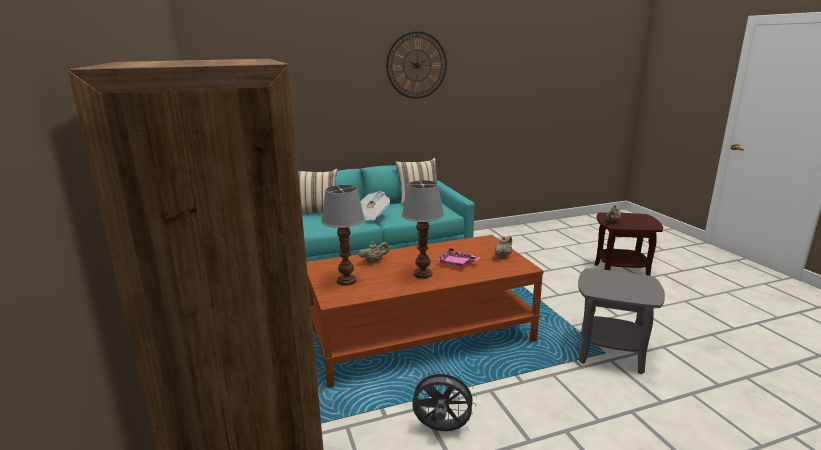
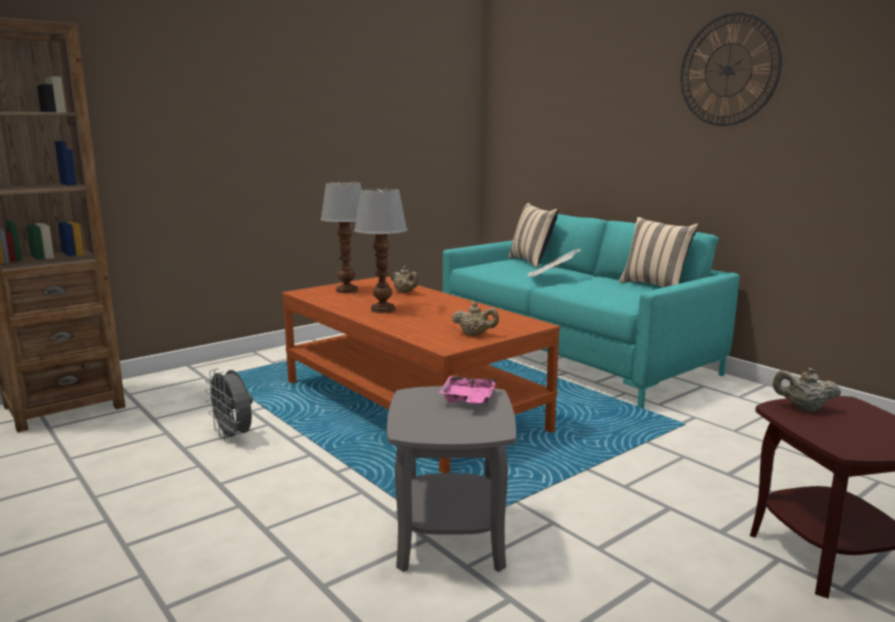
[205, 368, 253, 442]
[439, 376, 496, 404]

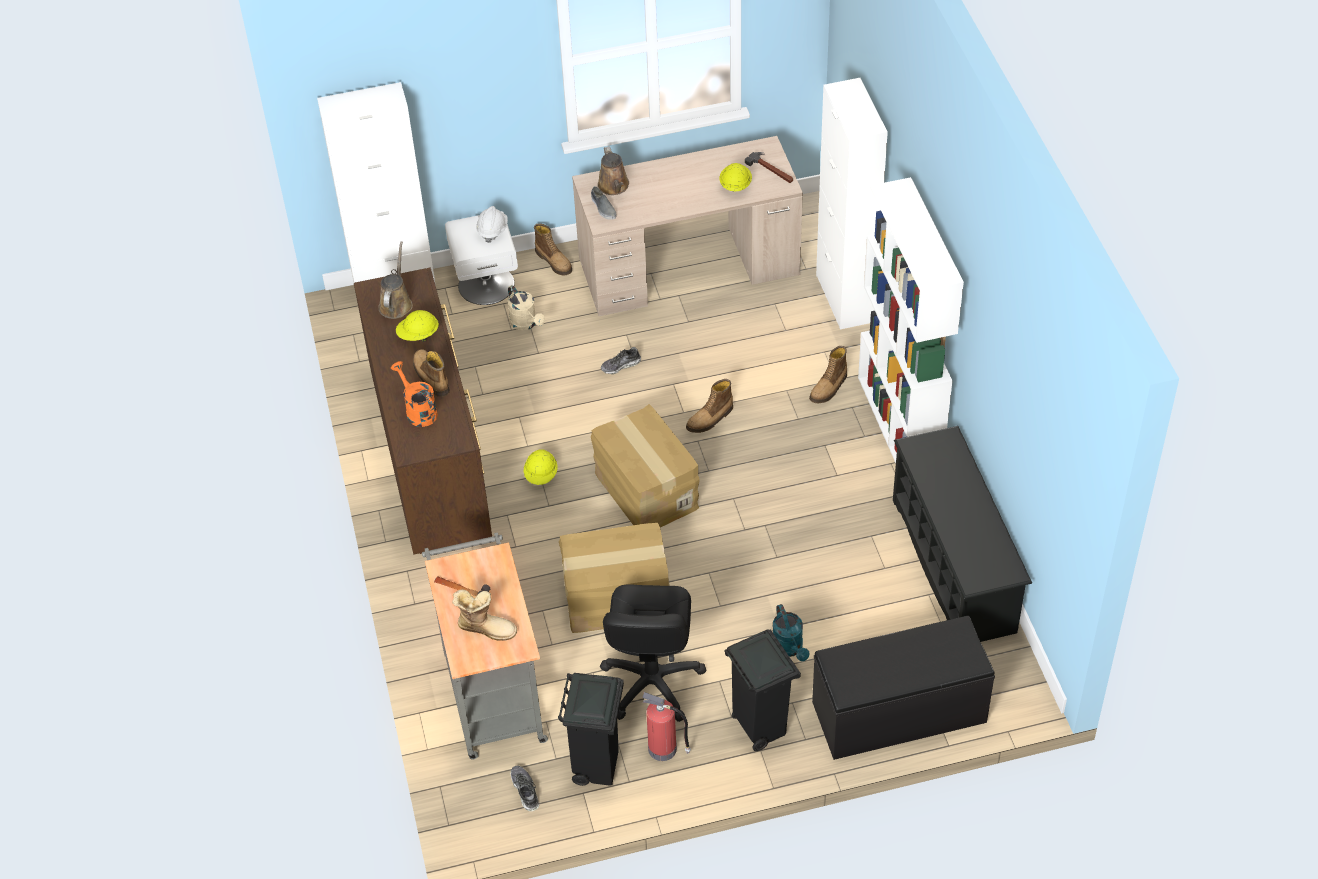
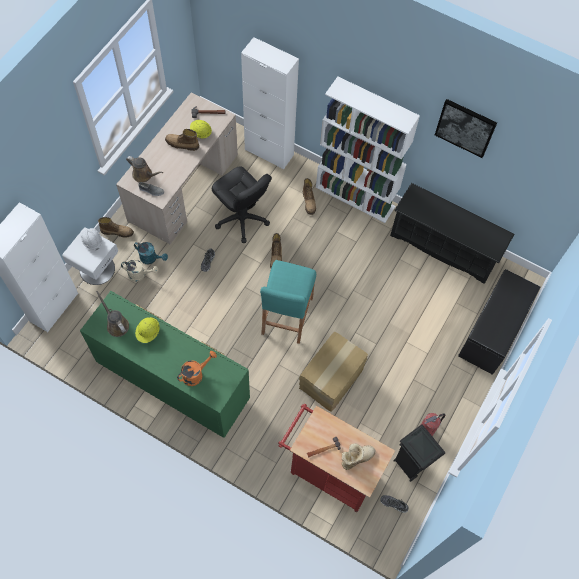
[80, 291, 250, 438]
[177, 351, 217, 386]
[165, 129, 199, 151]
[278, 404, 395, 512]
[524, 449, 558, 485] (first image)
[260, 260, 316, 344]
[212, 166, 272, 243]
[724, 629, 801, 751] (first image)
[134, 242, 168, 264]
[435, 99, 497, 158]

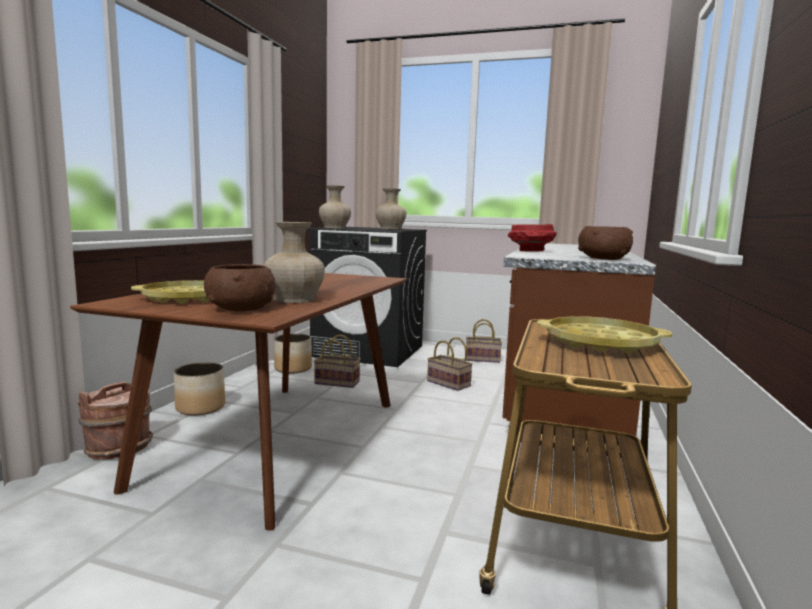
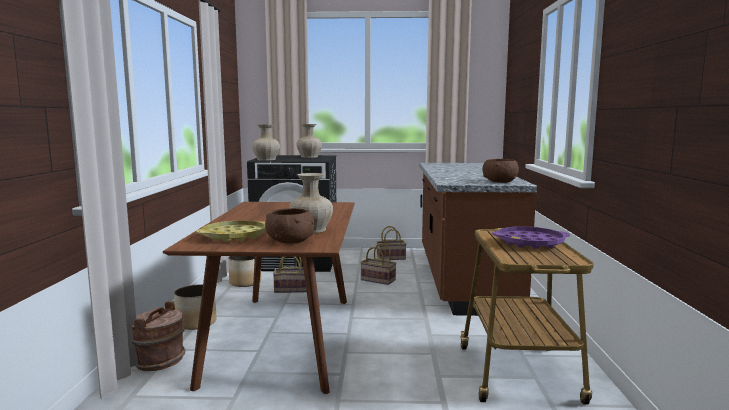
[508, 224, 557, 251] (first image)
[492, 227, 570, 249]

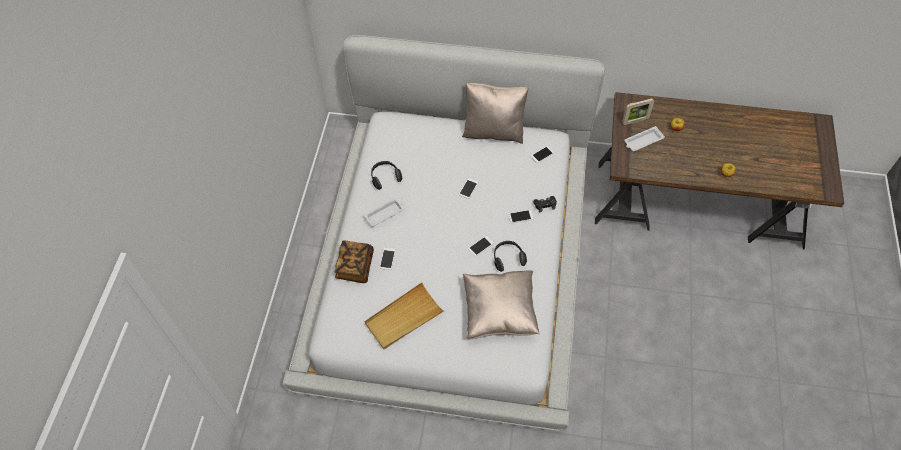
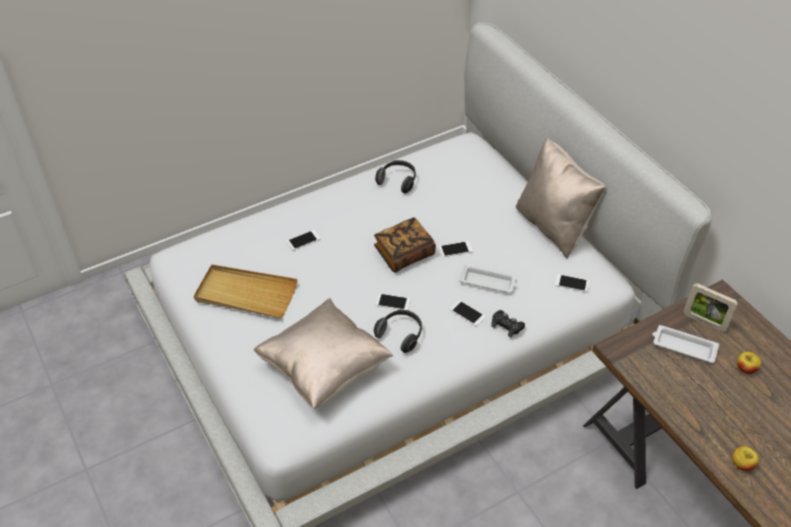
[374, 217, 436, 273]
[459, 264, 517, 293]

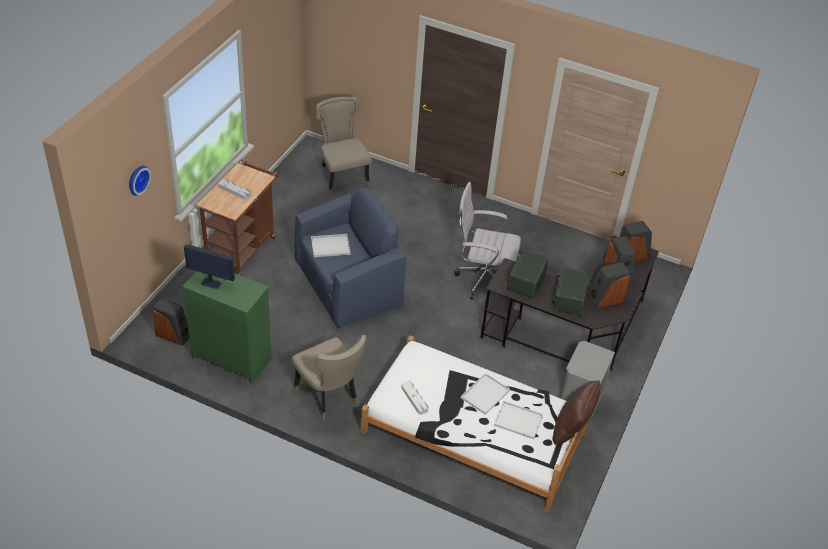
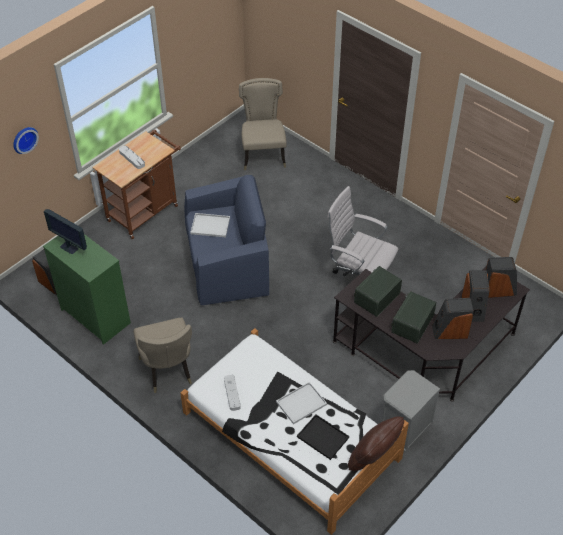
[297, 414, 349, 460]

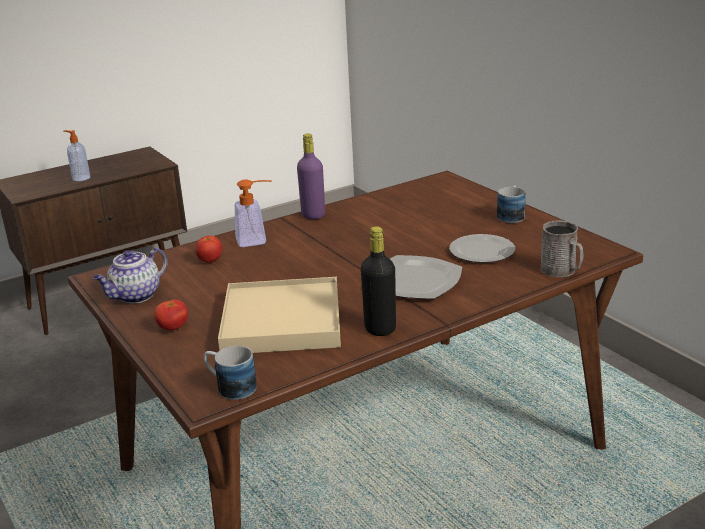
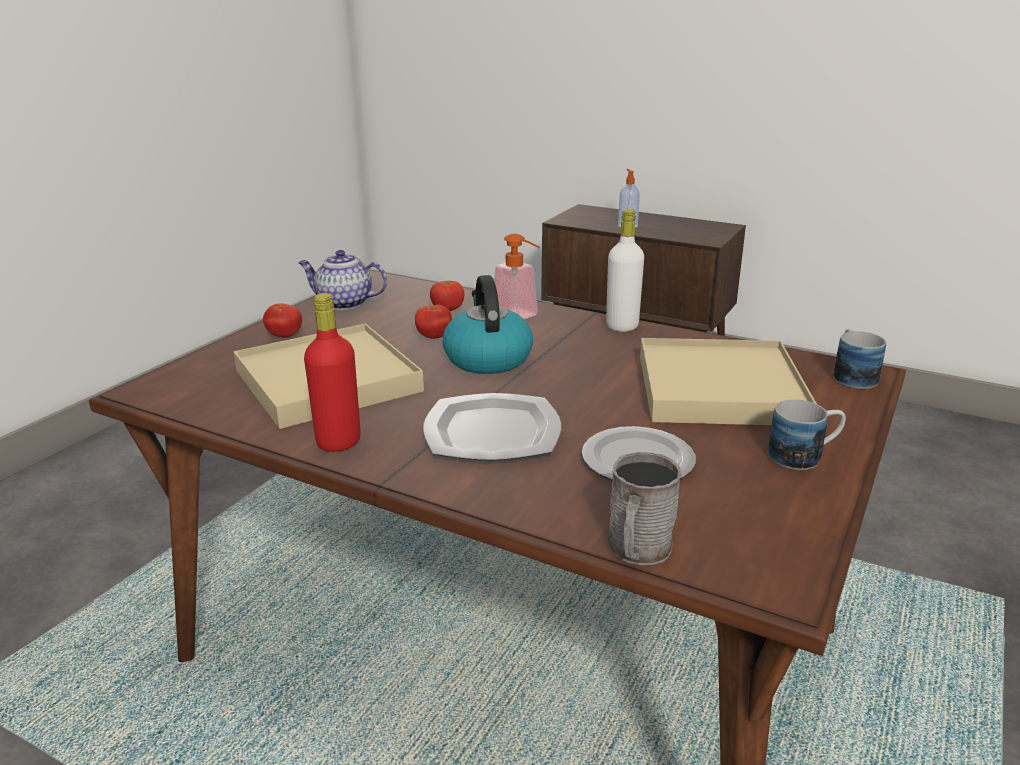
[833, 329, 886, 389]
[606, 209, 644, 332]
[304, 293, 361, 452]
[415, 305, 452, 339]
[443, 275, 533, 374]
[640, 338, 817, 425]

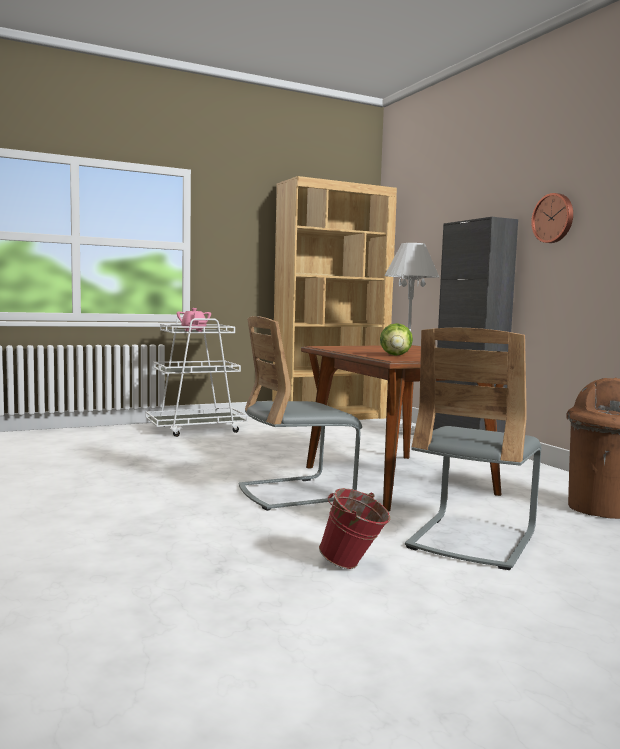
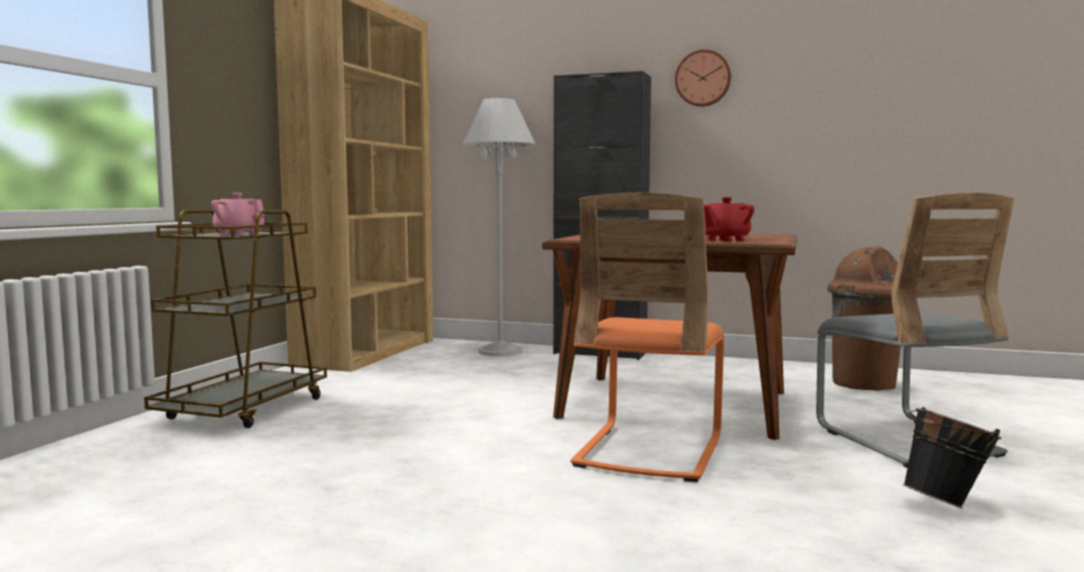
[144, 209, 327, 428]
[571, 193, 724, 482]
[903, 407, 1002, 509]
[704, 197, 754, 242]

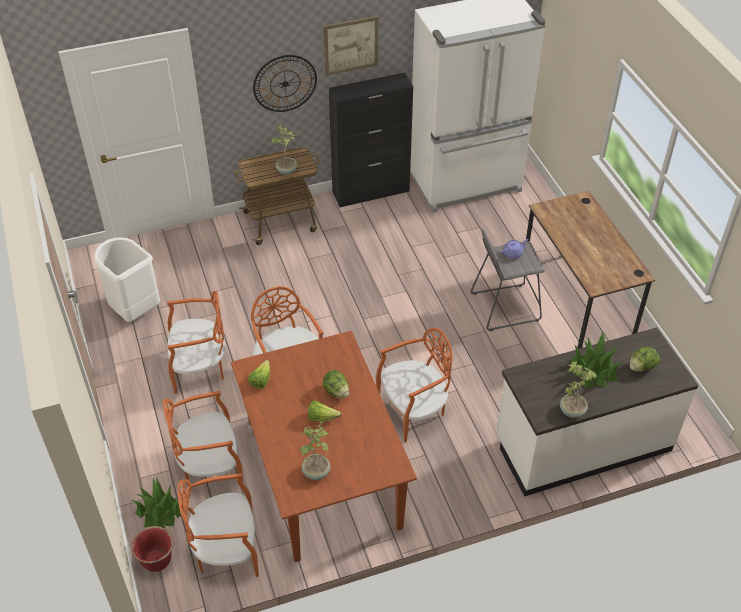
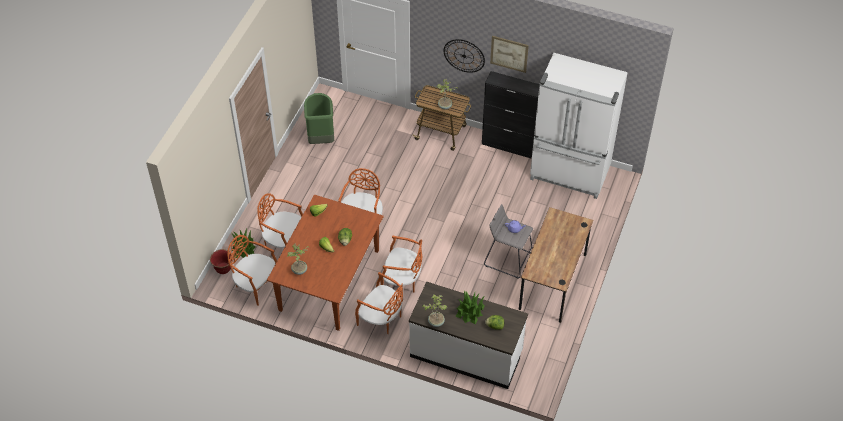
[304, 93, 334, 144]
[355, 272, 403, 334]

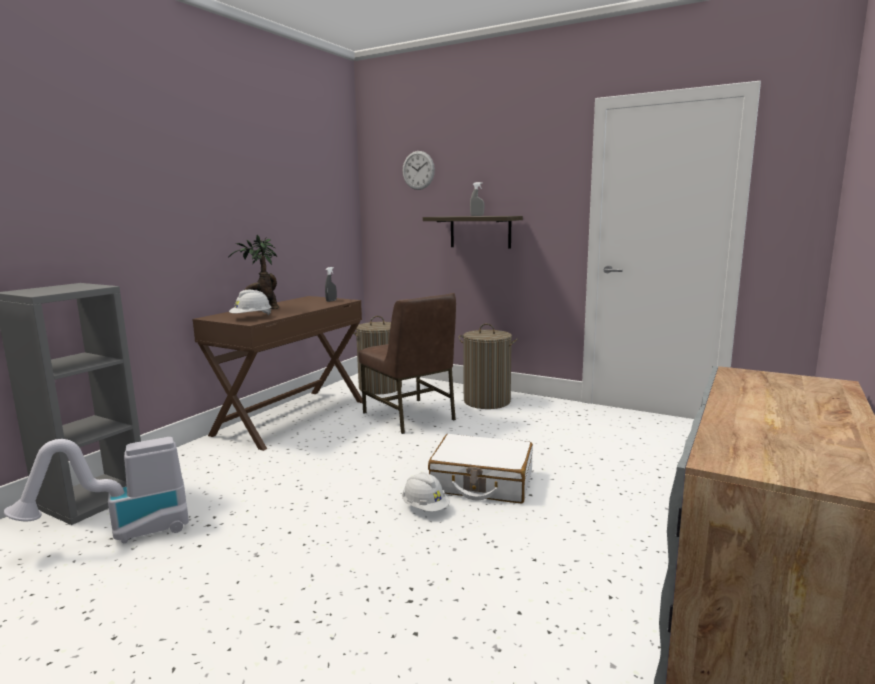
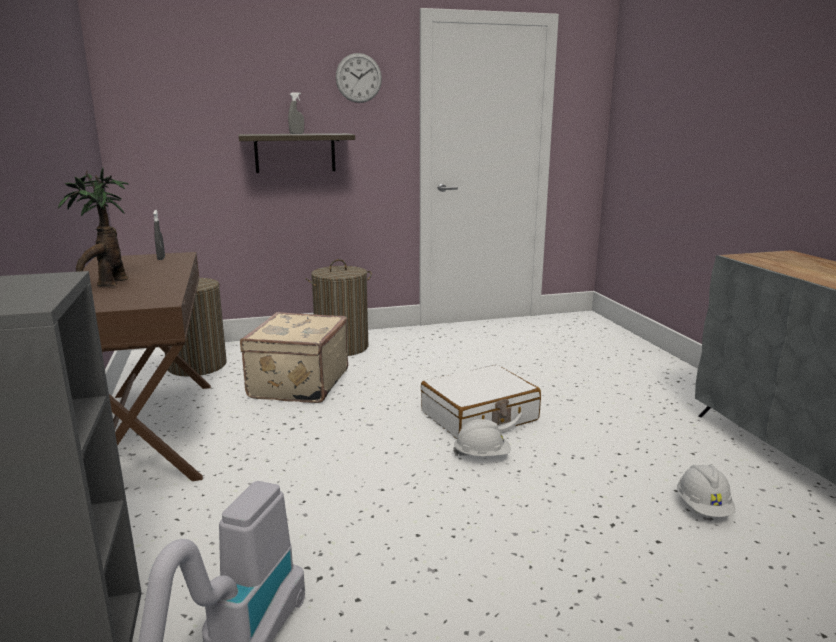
[677, 465, 735, 517]
[240, 312, 348, 403]
[336, 53, 382, 103]

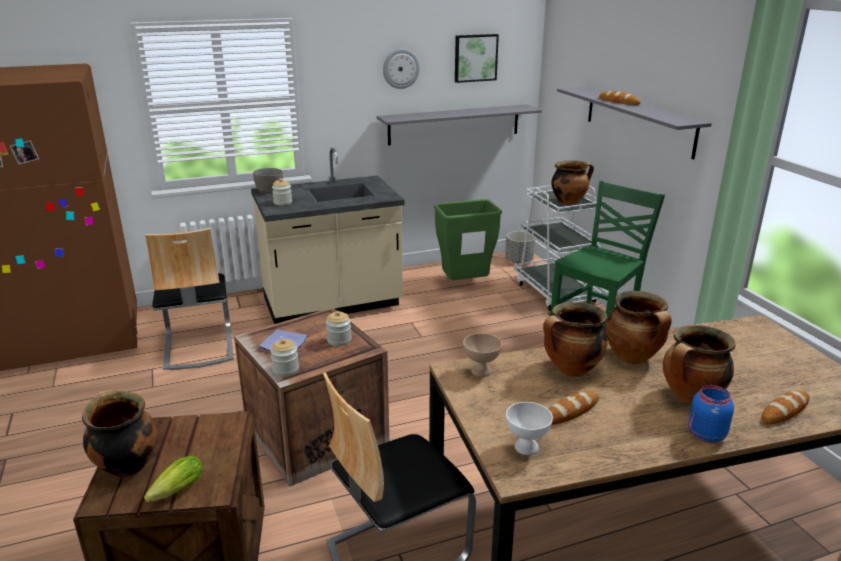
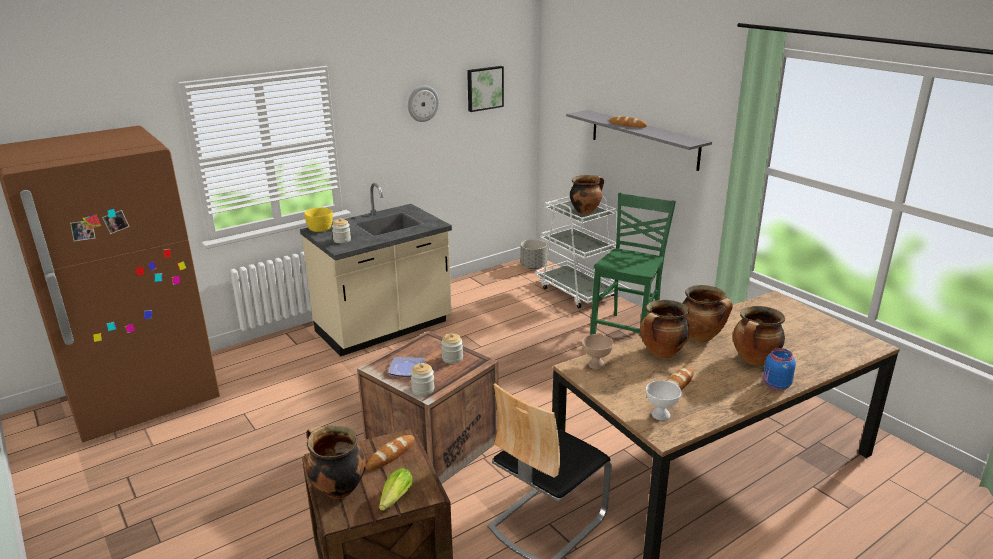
[145, 228, 234, 370] (first image)
[304, 208, 333, 232]
[377, 104, 542, 145] (first image)
[434, 199, 502, 280] (first image)
[366, 435, 414, 470]

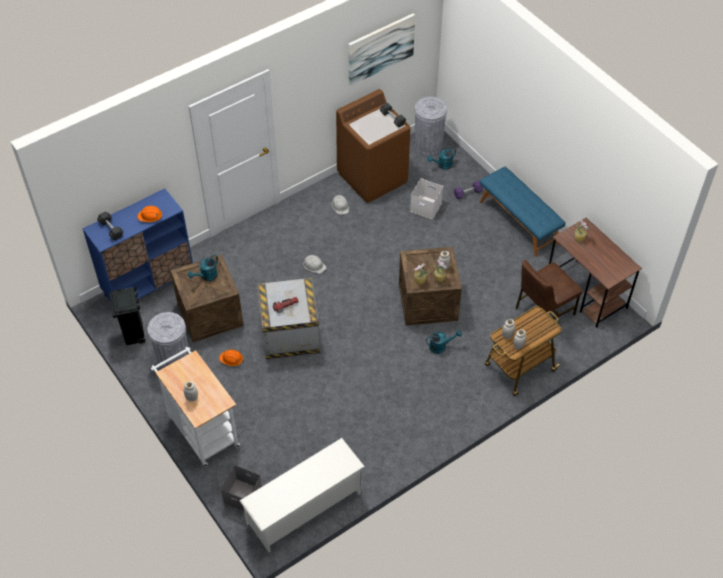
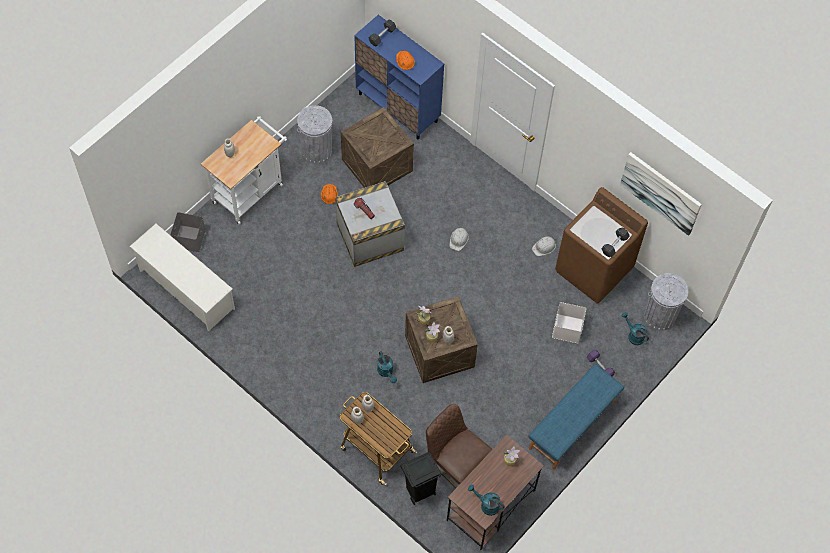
[401, 452, 441, 505]
[468, 484, 505, 516]

